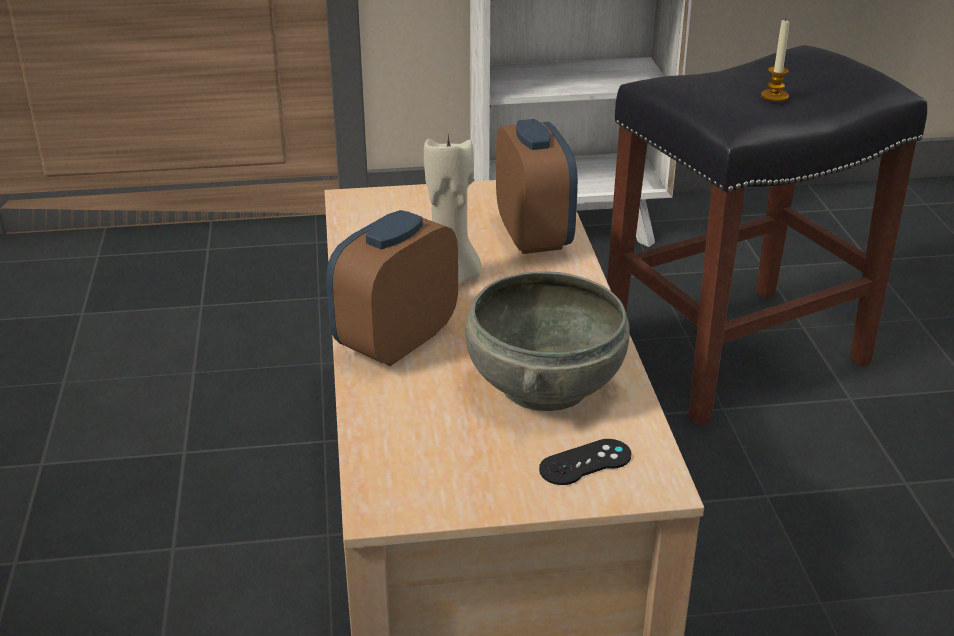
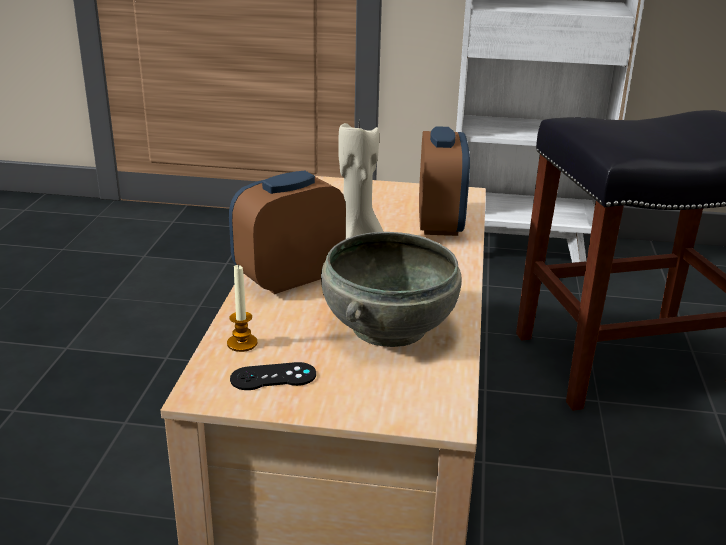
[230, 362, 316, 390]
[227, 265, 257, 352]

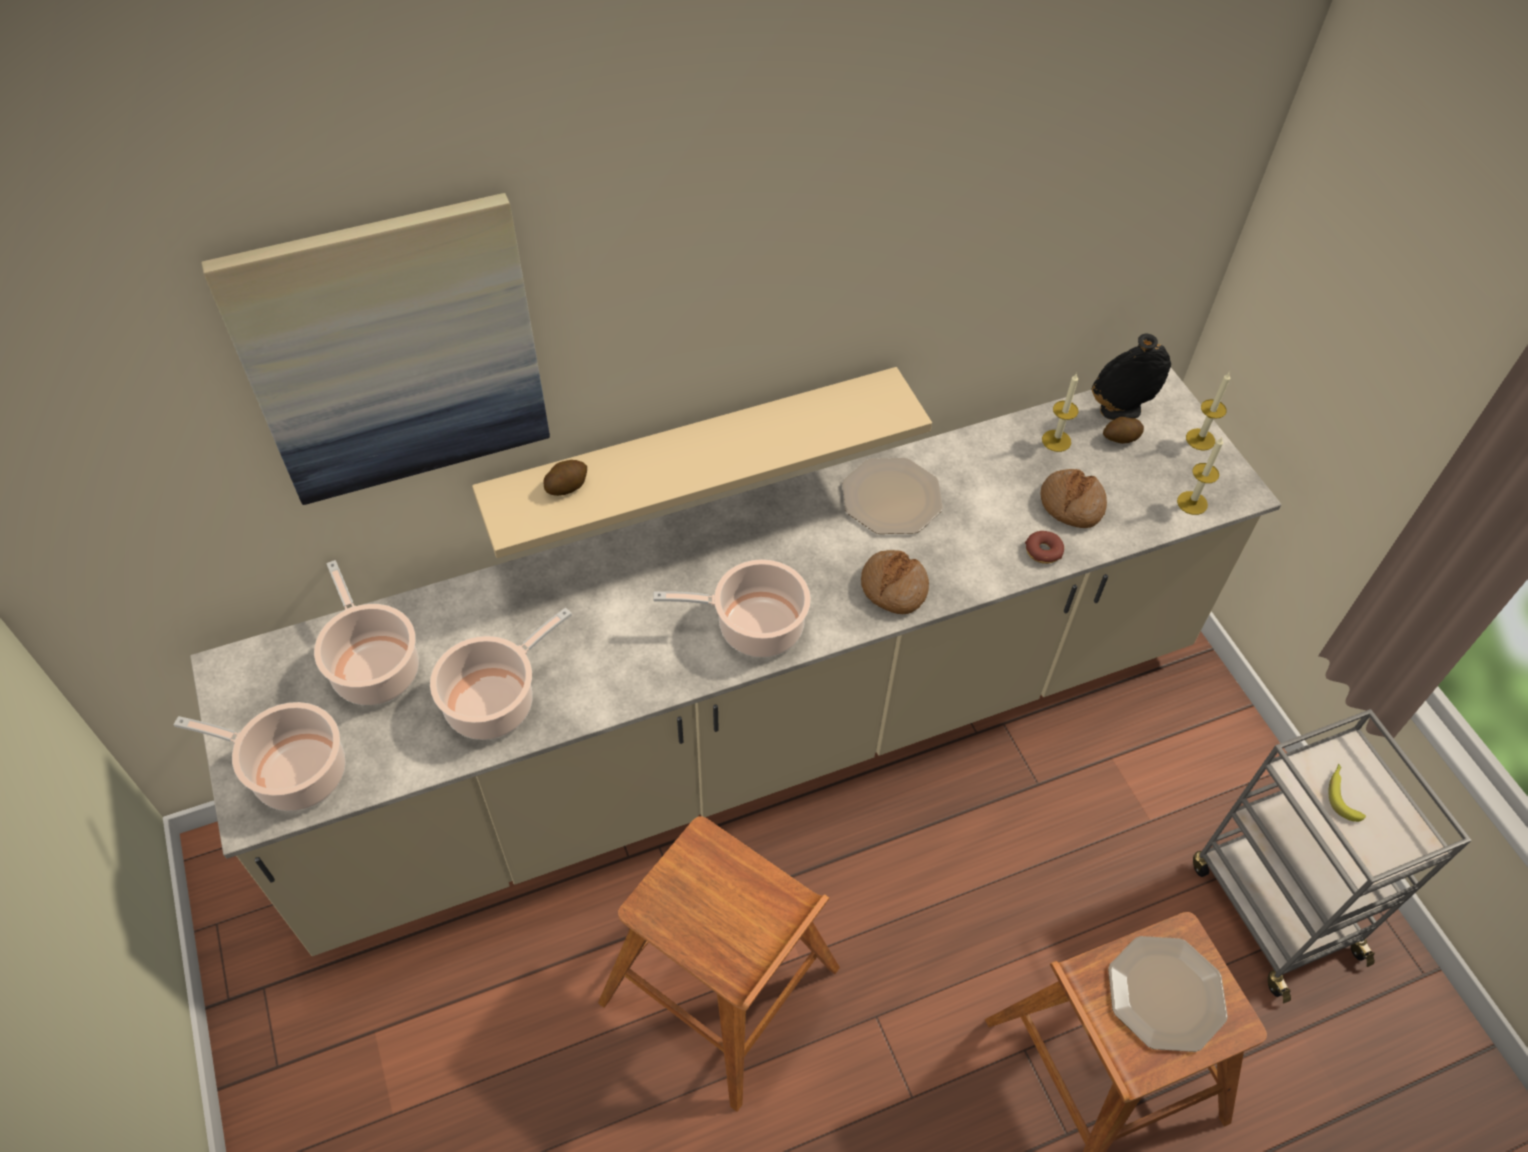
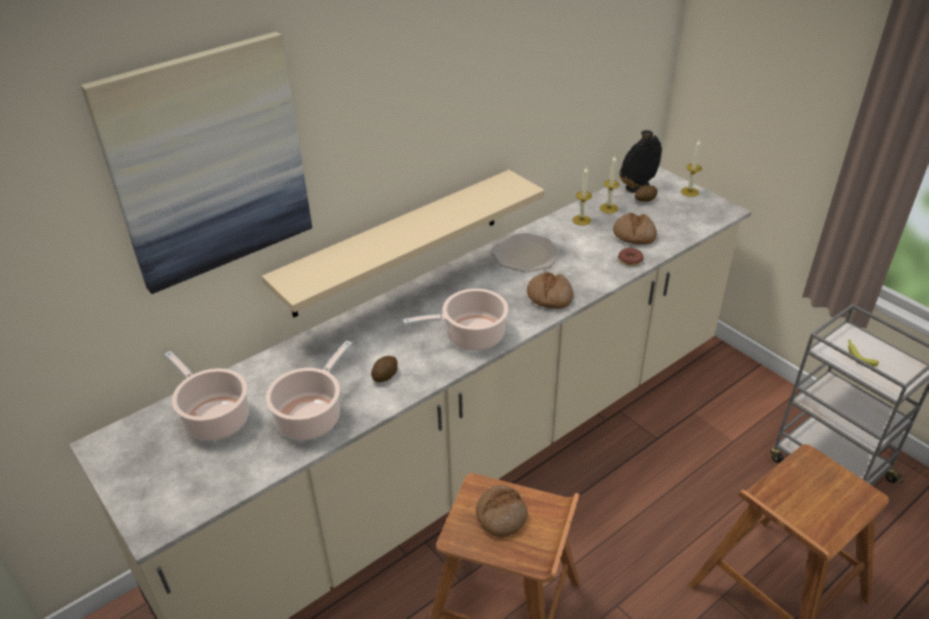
[173, 702, 346, 811] (first image)
[371, 356, 398, 382]
[1108, 936, 1228, 1052] (first image)
[573, 166, 592, 226]
[476, 485, 528, 537]

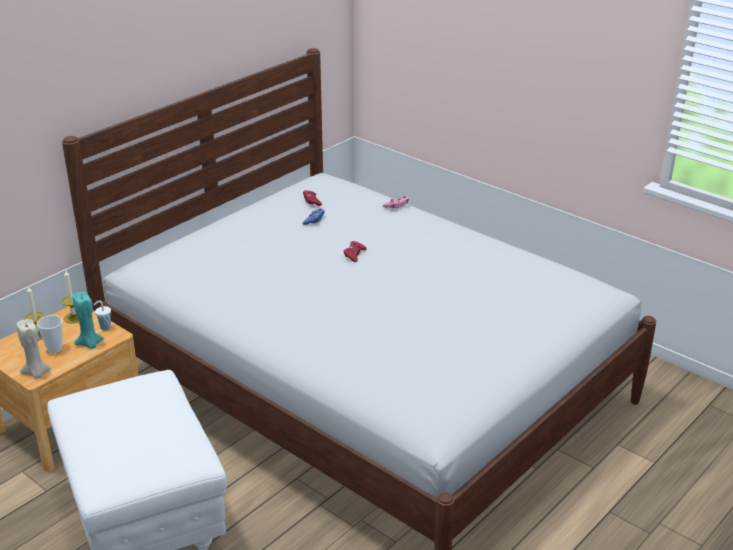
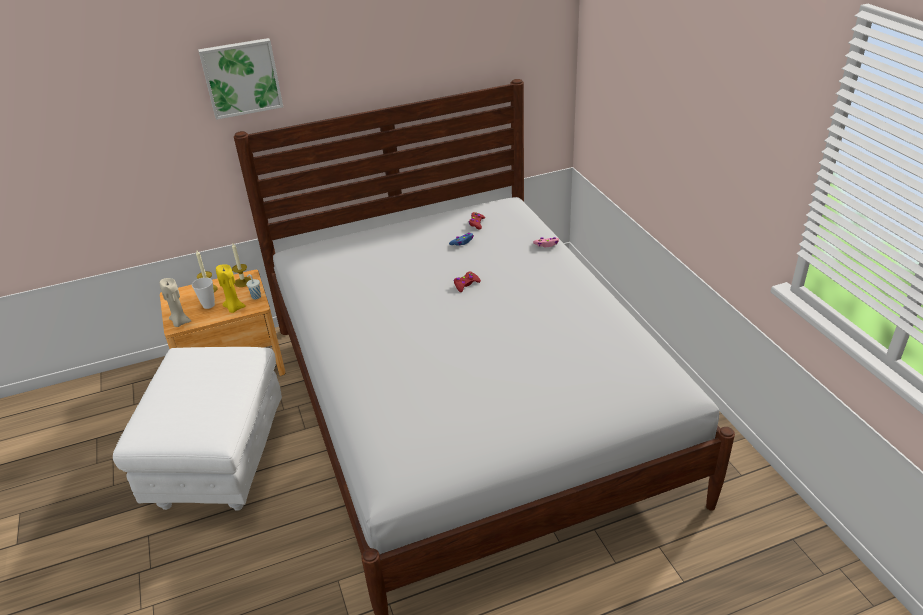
[216, 265, 246, 313]
[198, 38, 283, 120]

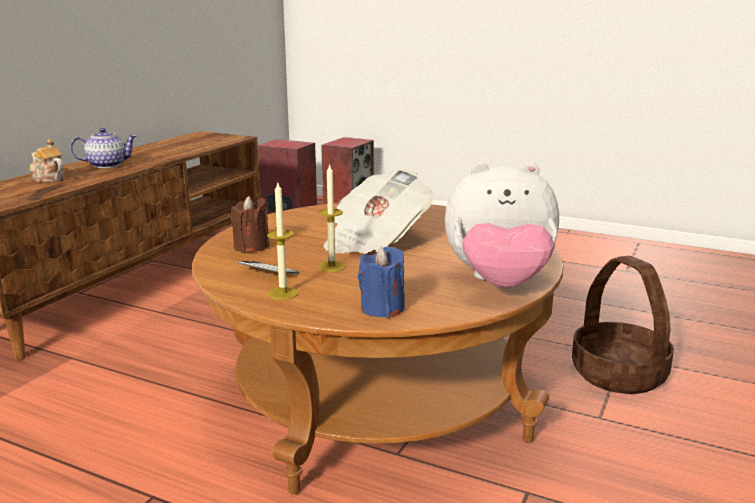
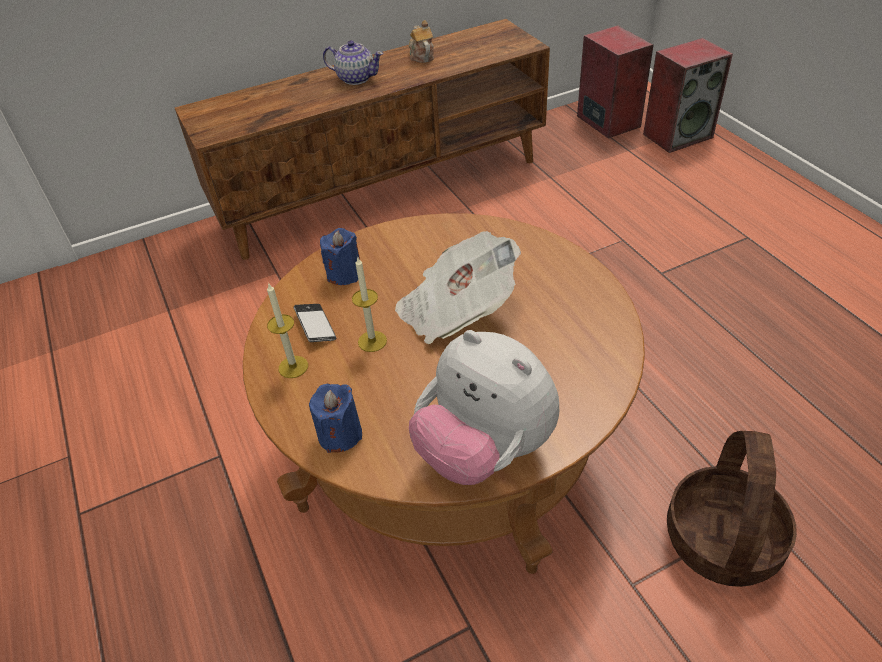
[409, 20, 434, 63]
[320, 228, 360, 285]

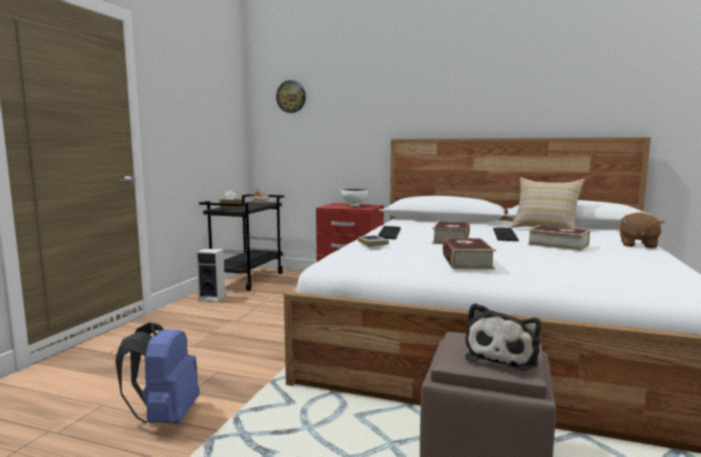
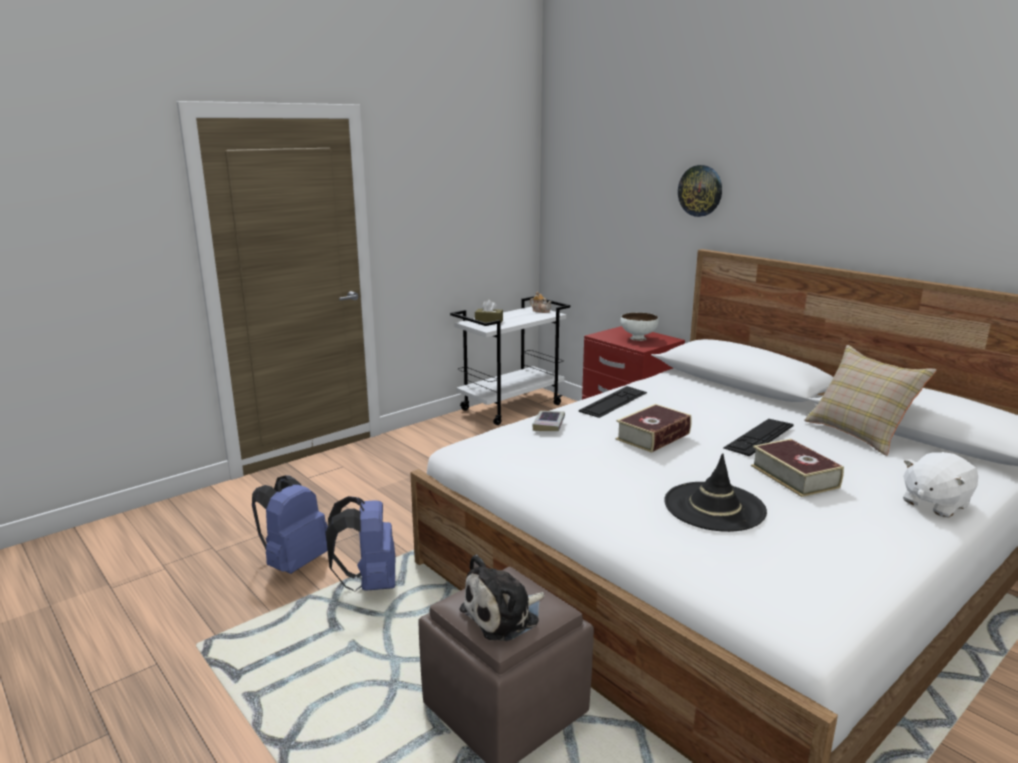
[196, 249, 225, 302] (first image)
[450, 296, 570, 425]
[678, 165, 722, 217]
[443, 238, 496, 270] (first image)
[903, 452, 978, 517]
[325, 496, 395, 591]
[664, 453, 767, 532]

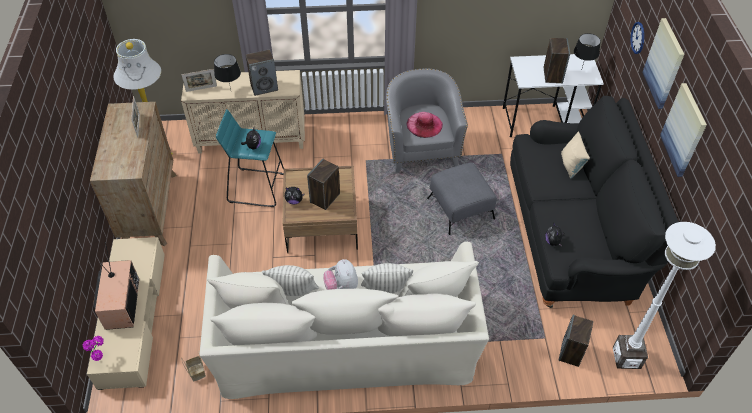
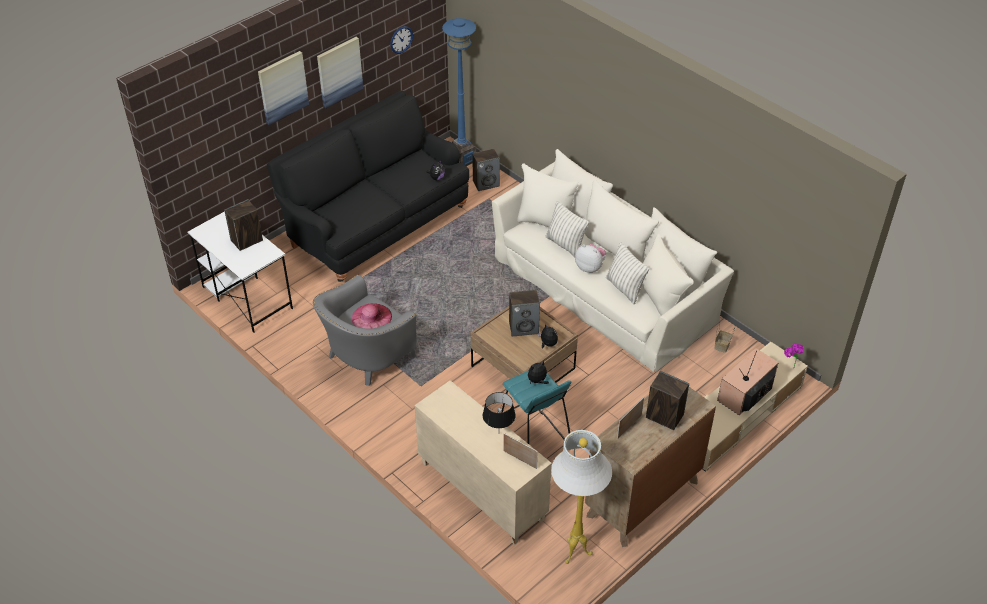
[646, 371, 689, 430]
[575, 244, 606, 273]
[427, 163, 497, 235] (first image)
[561, 131, 590, 179] (first image)
[574, 33, 601, 68] (first image)
[442, 18, 476, 166]
[390, 26, 413, 54]

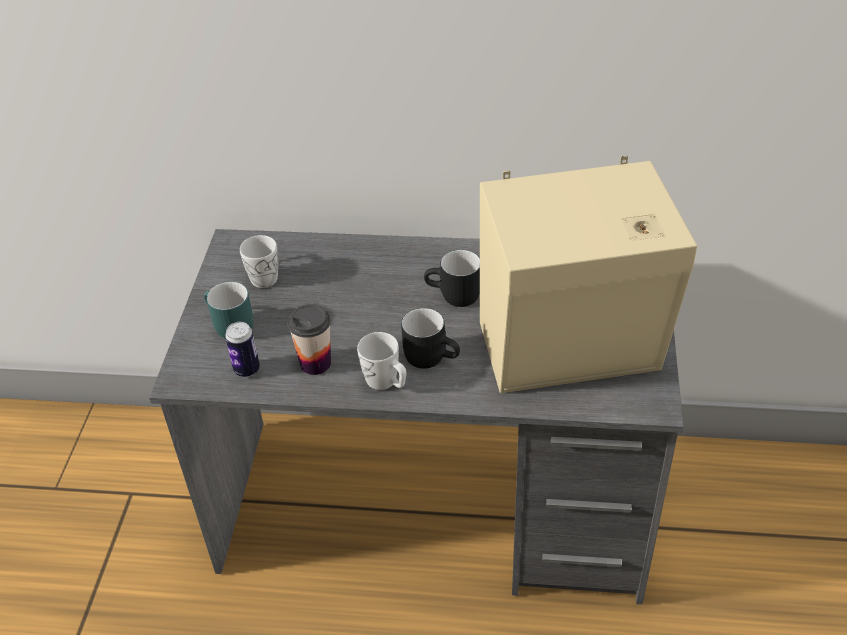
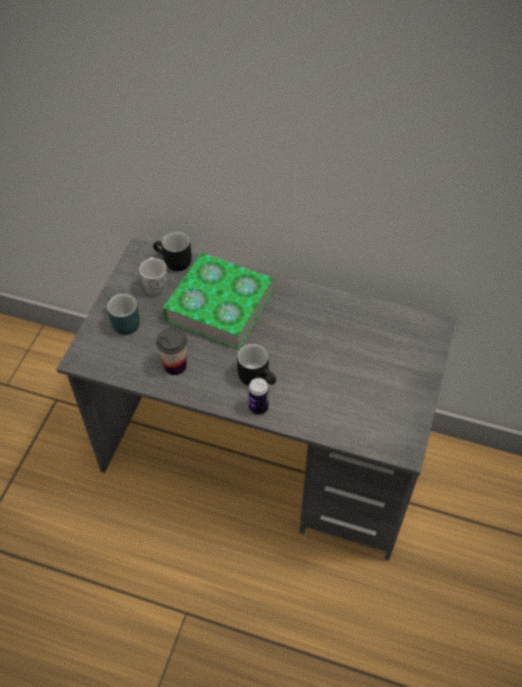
[248, 378, 269, 415]
[357, 332, 407, 390] (first image)
[153, 232, 192, 271]
[480, 156, 697, 393] (first image)
[163, 253, 274, 349]

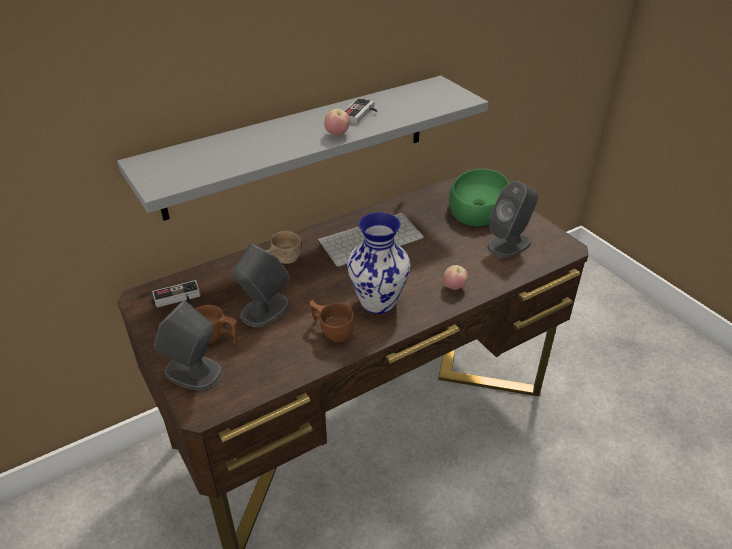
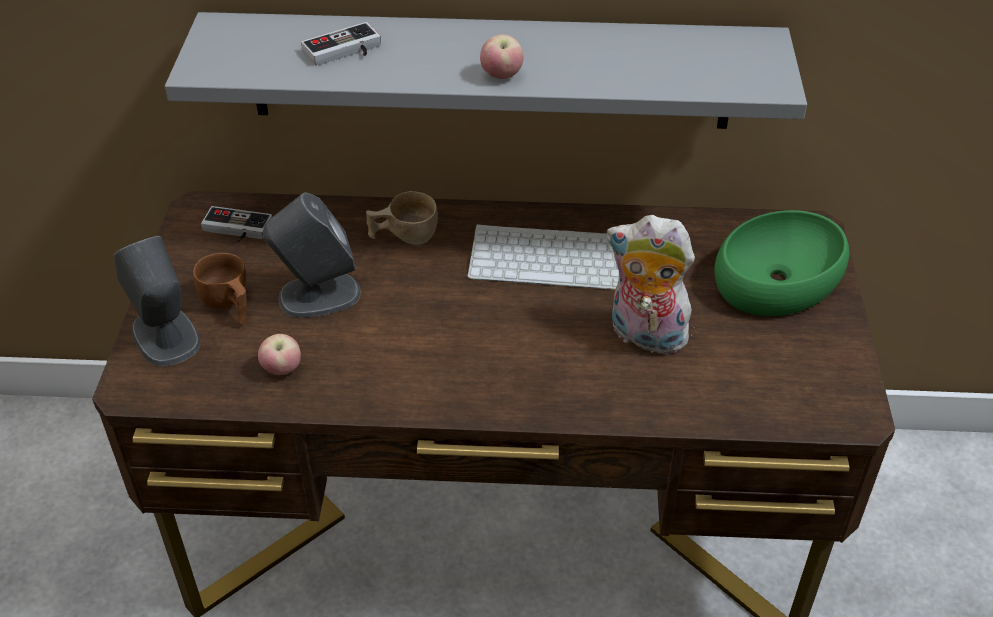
[310, 300, 354, 342] (first image)
[301, 22, 381, 66]
[347, 212, 410, 314] (first image)
[258, 334, 301, 375]
[487, 181, 538, 258] (first image)
[607, 215, 697, 354]

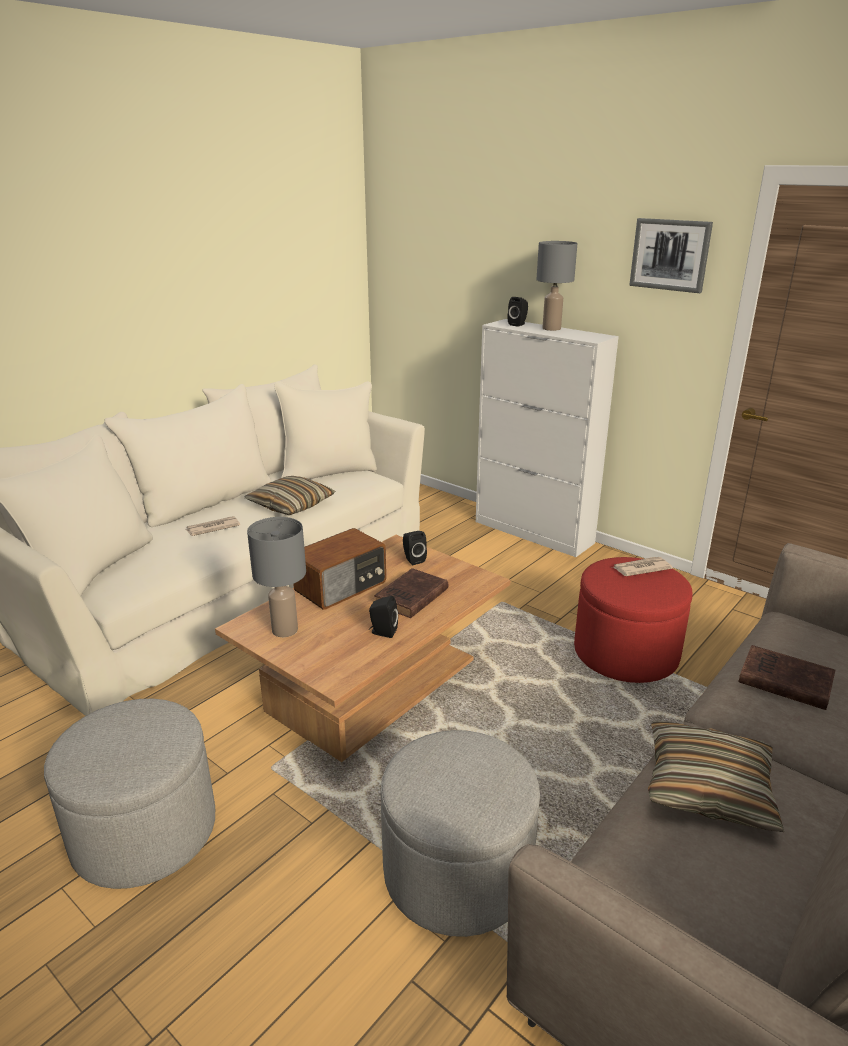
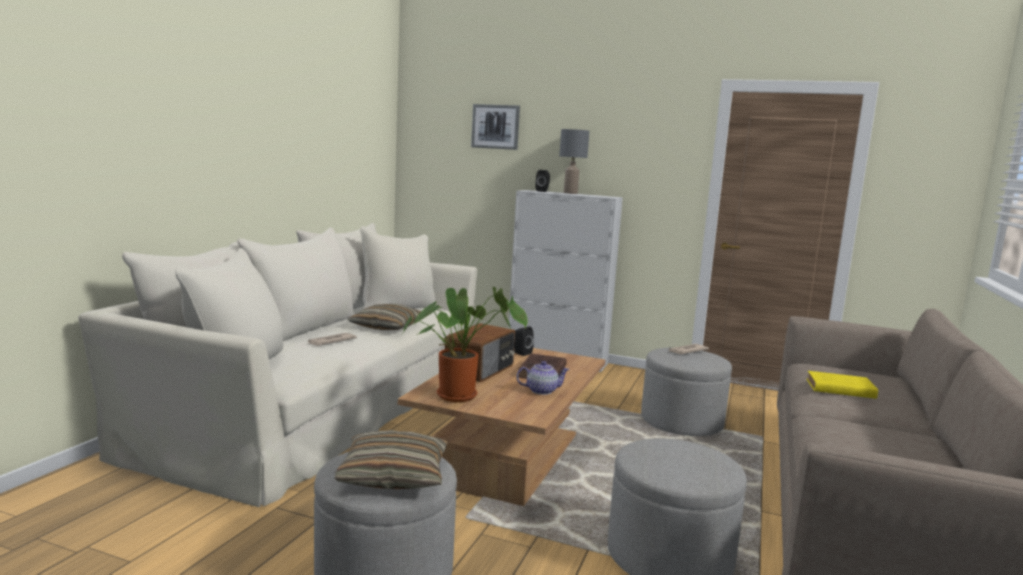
[403, 287, 528, 402]
[516, 361, 570, 395]
[641, 347, 732, 436]
[471, 104, 520, 150]
[335, 430, 448, 489]
[807, 371, 878, 399]

